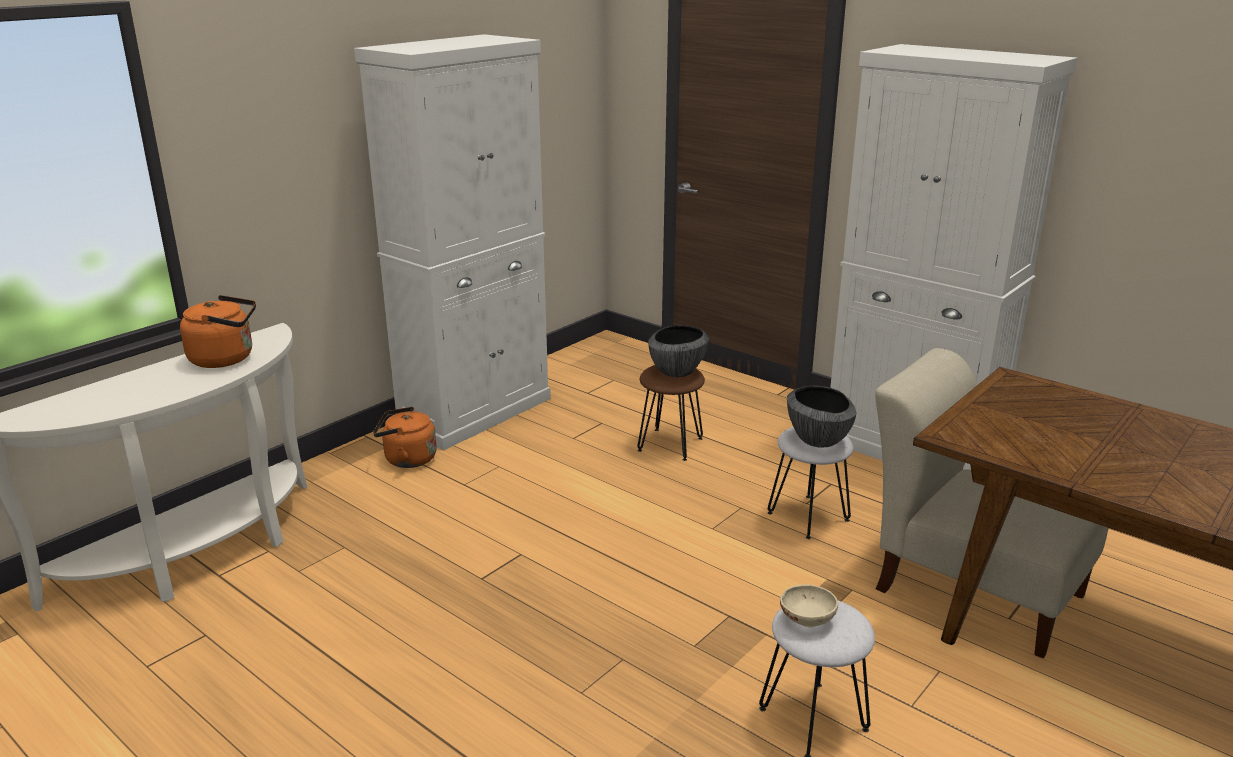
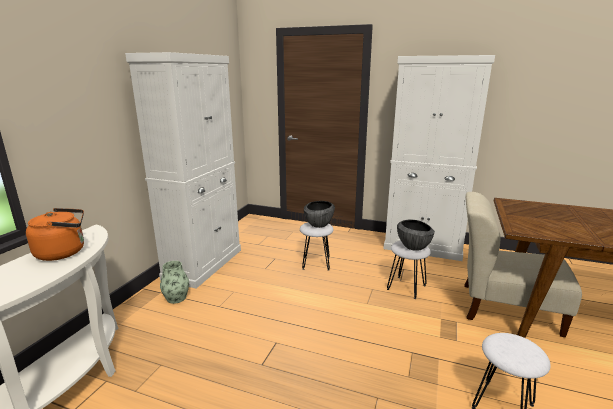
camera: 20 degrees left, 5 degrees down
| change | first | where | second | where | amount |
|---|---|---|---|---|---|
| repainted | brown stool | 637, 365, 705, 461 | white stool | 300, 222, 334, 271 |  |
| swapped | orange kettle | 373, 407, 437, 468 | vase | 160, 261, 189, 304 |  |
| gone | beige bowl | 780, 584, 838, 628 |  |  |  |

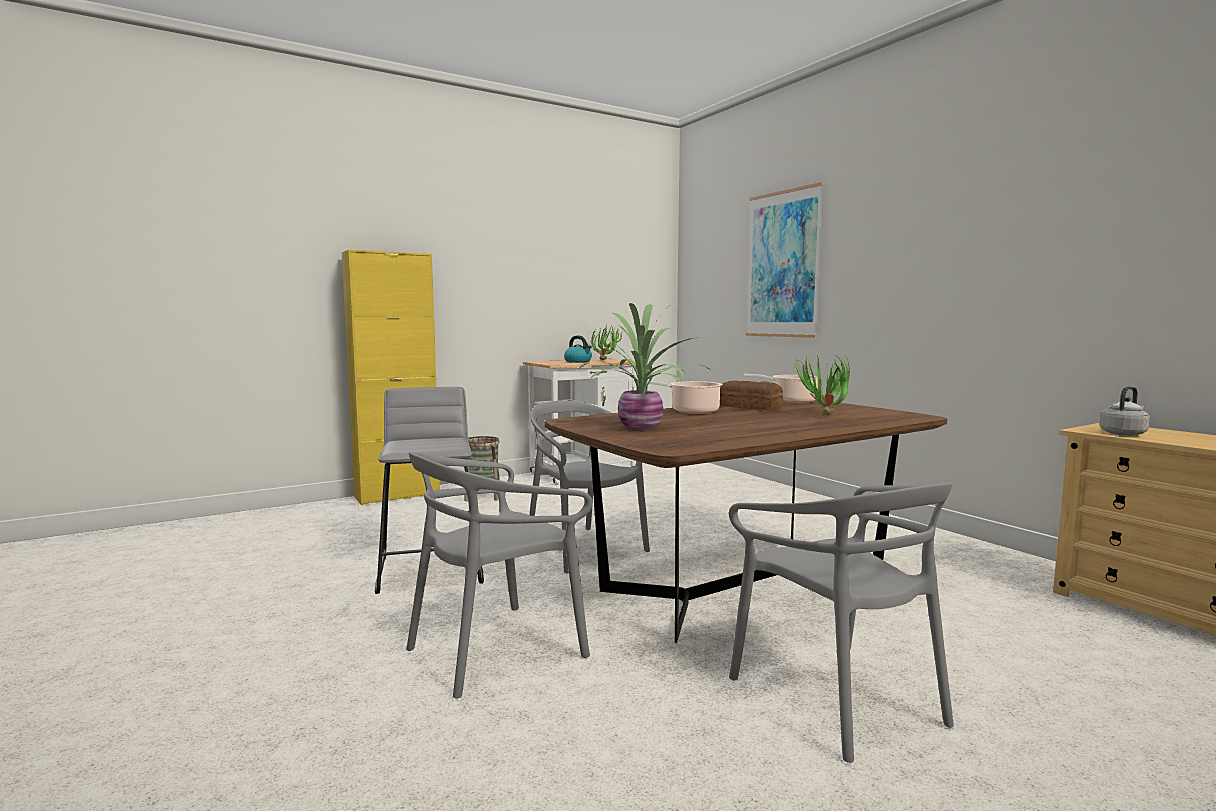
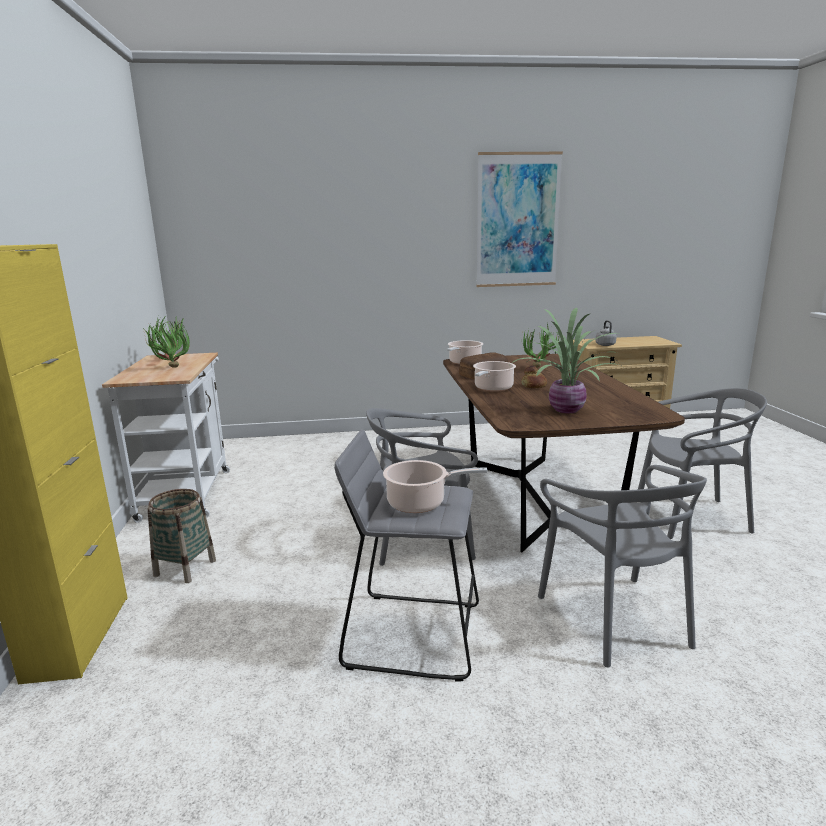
camera: 65 degrees left, 10 degrees up
| change | first | where | second | where | amount |
|---|---|---|---|---|---|
| shifted | picture | 746, 182, 824, 338 |  | 476, 152, 563, 287 |  |
| swapped | kettle | 564, 335, 592, 363 | potted plant | 144, 323, 190, 368 |  |
| new |  |  | bread | 521, 365, 547, 388 |  |
| new |  |  | cooking pot | 383, 460, 487, 513 |  |

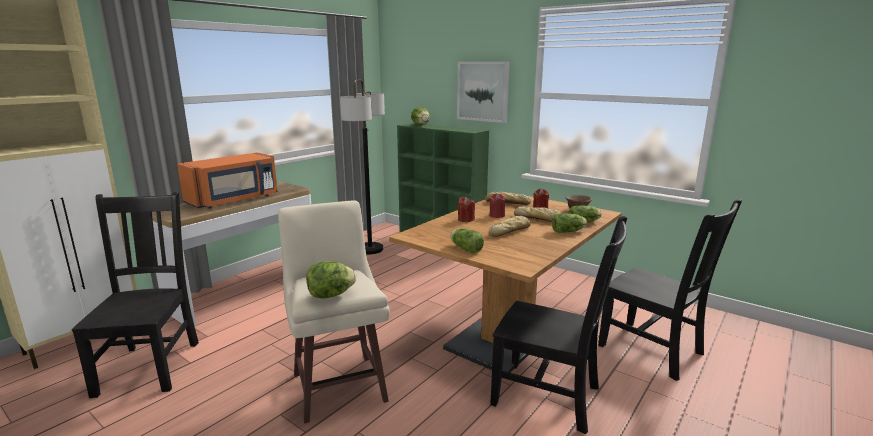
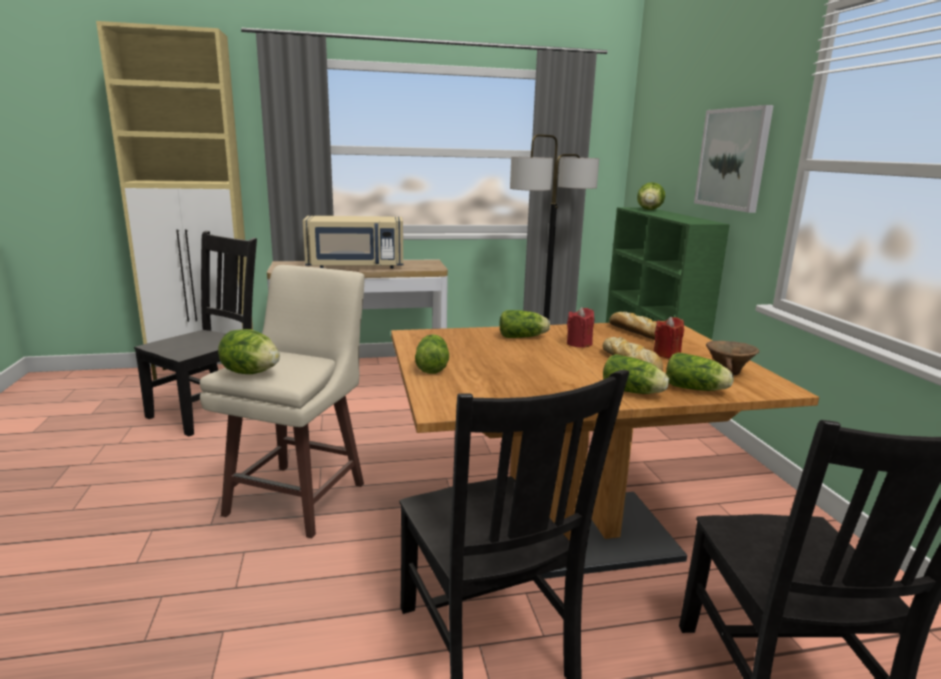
camera: 40 degrees right, 0 degrees up
| change | first | where | second | where | amount |
|---|---|---|---|---|---|
| repainted | orange microwave | 177, 152, 278, 208 | beige microwave | 303, 216, 403, 268 |  |
| swapped | red candle | 457, 197, 475, 222 | lettuce | 499, 310, 550, 338 |  |
| gone | bread | 489, 216, 531, 237 |  |  |  |

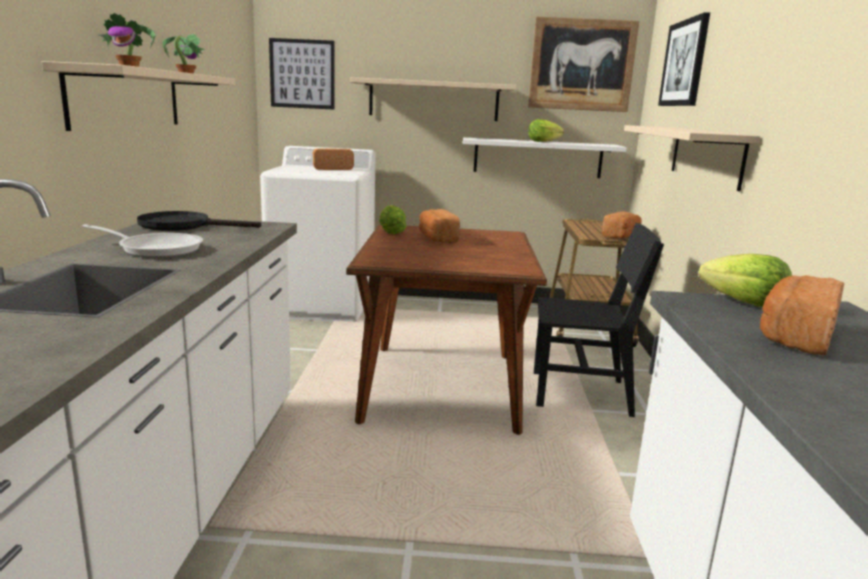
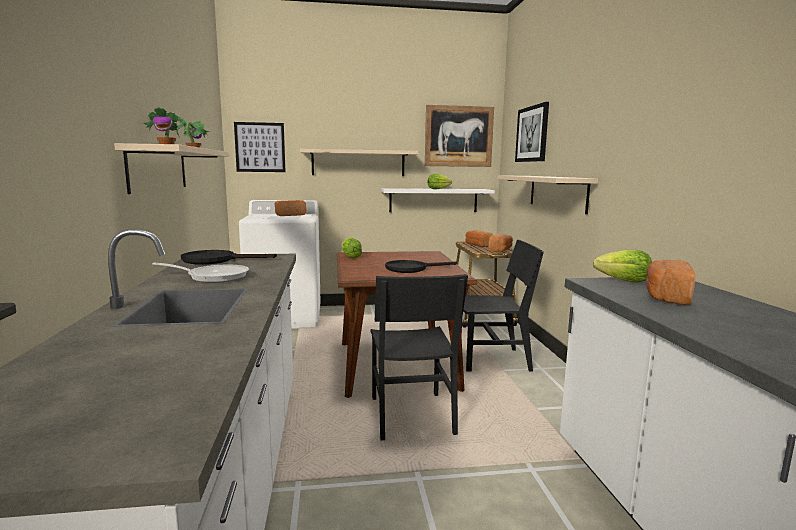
camera: 10 degrees left, 5 degrees down
| change | first | where | second | where | amount |
|---|---|---|---|---|---|
| shifted | bread | 419, 209, 460, 243 |  | 465, 230, 493, 247 |  |
| new |  |  | black frying pan | 385, 260, 457, 273 |  |
| new |  |  | black chair | 370, 274, 468, 441 |  |

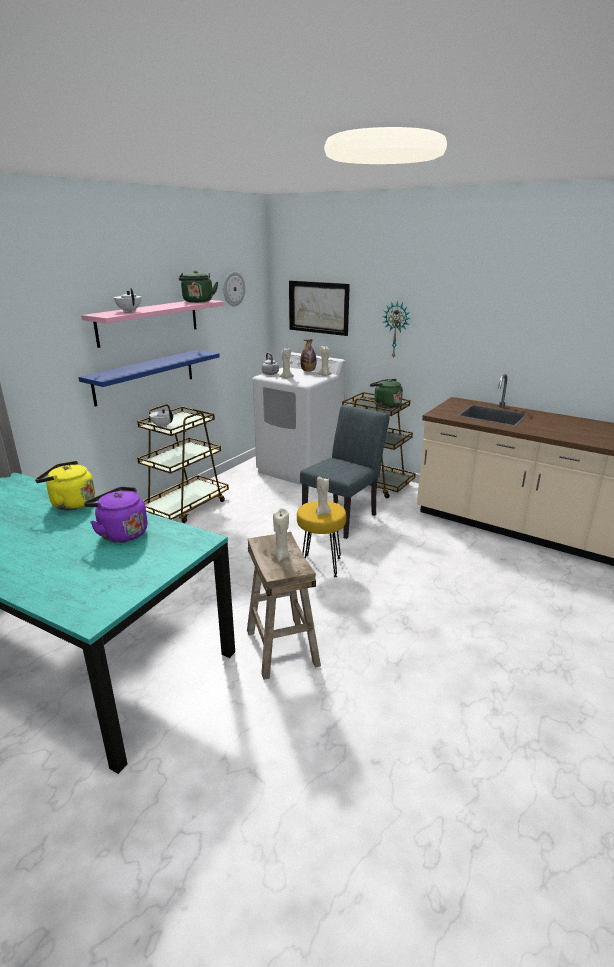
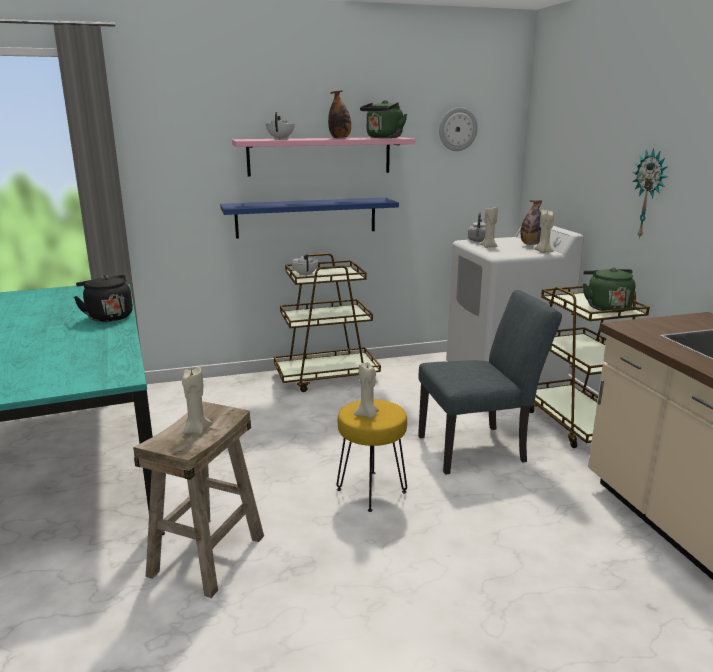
camera: 40 degrees right, 5 degrees down
| change | first | where | second | where | amount |
|---|---|---|---|---|---|
| gone | picture | 289, 280, 350, 336 |  |  |  |
| repainted | yellow kettle | 35, 461, 95, 510 | black kettle | 74, 275, 133, 322 |  |
| gone | purple kettle | 84, 487, 148, 543 |  |  |  |
| new |  |  | bottle | 328, 90, 351, 139 |  |

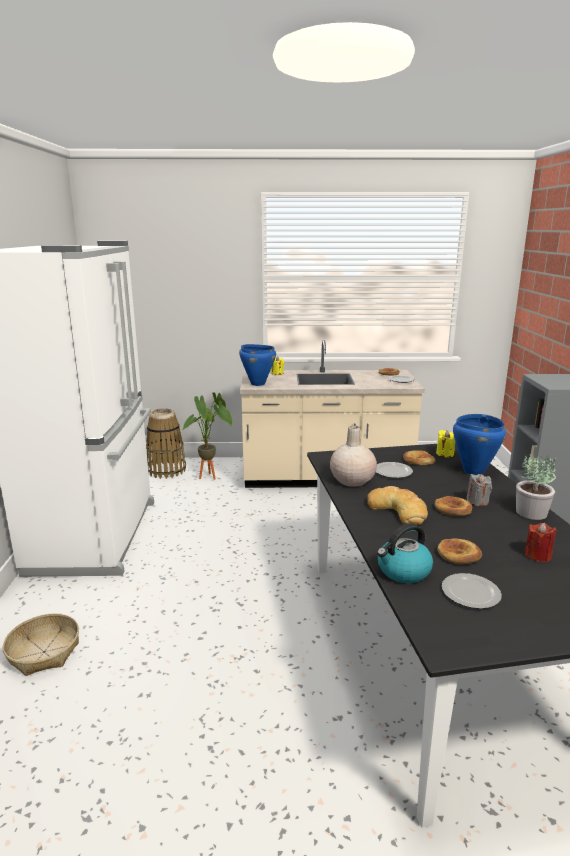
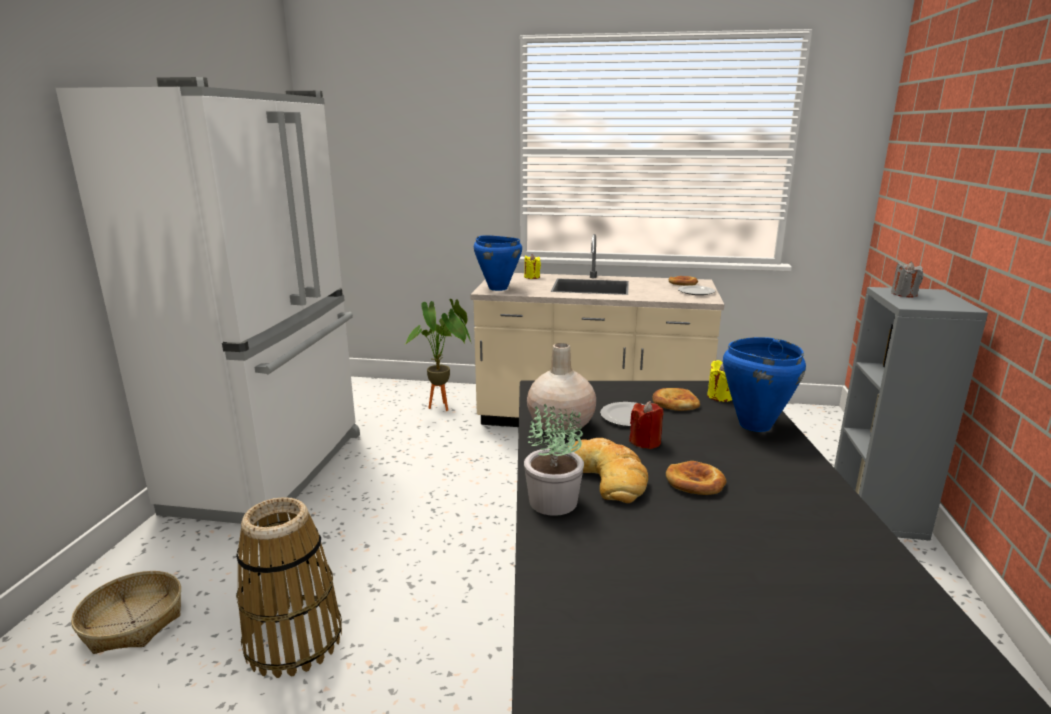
camera: 10 degrees right, 0 degrees up
| change | first | where | second | where | amount |
|---|---|---|---|---|---|
| shifted | basket | 146, 408, 186, 479 |  | 236, 497, 342, 678 |  |
| shifted | potted plant | 516, 454, 556, 520 |  | 524, 404, 584, 516 |  |
| shifted | grey candle | 467, 474, 492, 506 |  | 891, 261, 923, 298 |  |
| gone | kettle | 377, 523, 433, 583 |  |  |  |
| shifted | red candle | 525, 523, 557, 562 |  | 629, 401, 664, 449 |  |
| gone | bread | 437, 539, 482, 564 |  |  |  |
| gone | plate | 442, 573, 502, 609 |  |  |  |

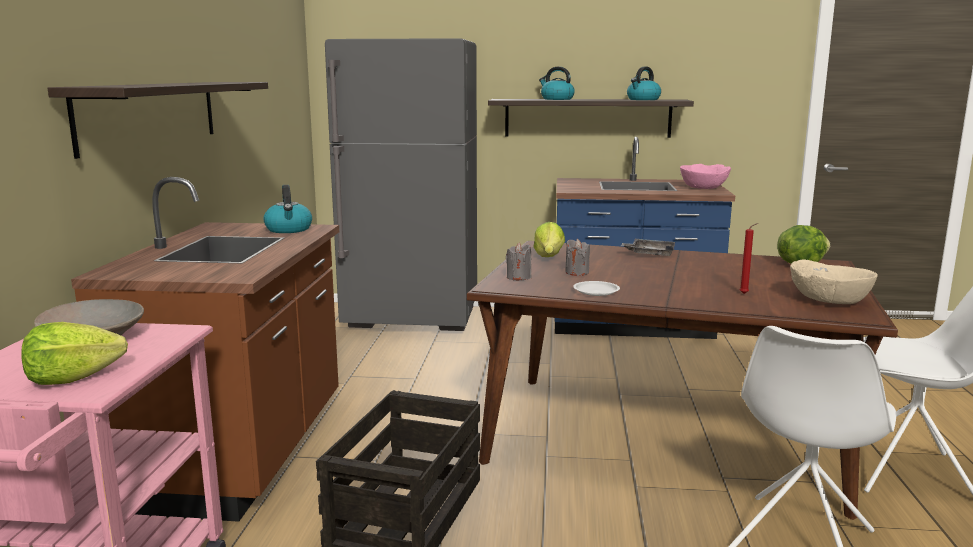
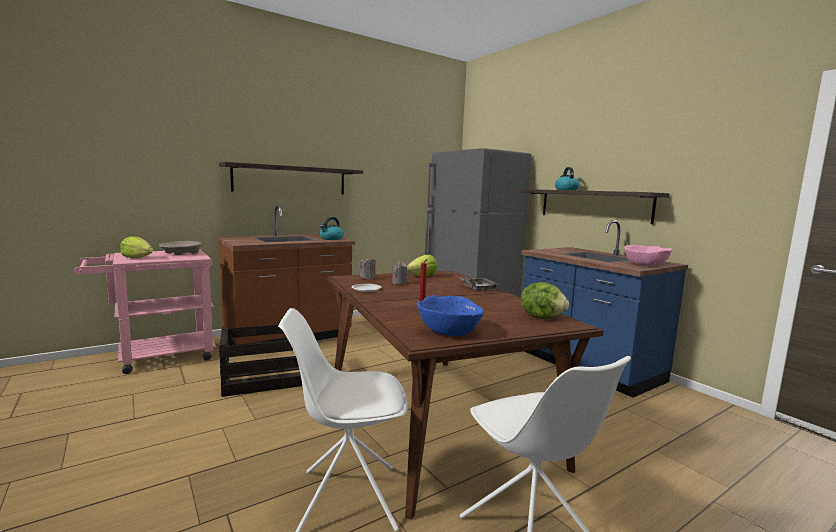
camera: 50 degrees right, 5 degrees down
| change | first | where | second | where | amount |
|---|---|---|---|---|---|
| gone | kettle | 627, 67, 661, 100 |  |  |  |
| repainted | beige bowl | 790, 260, 878, 304 | blue bowl | 417, 295, 484, 336 |  |

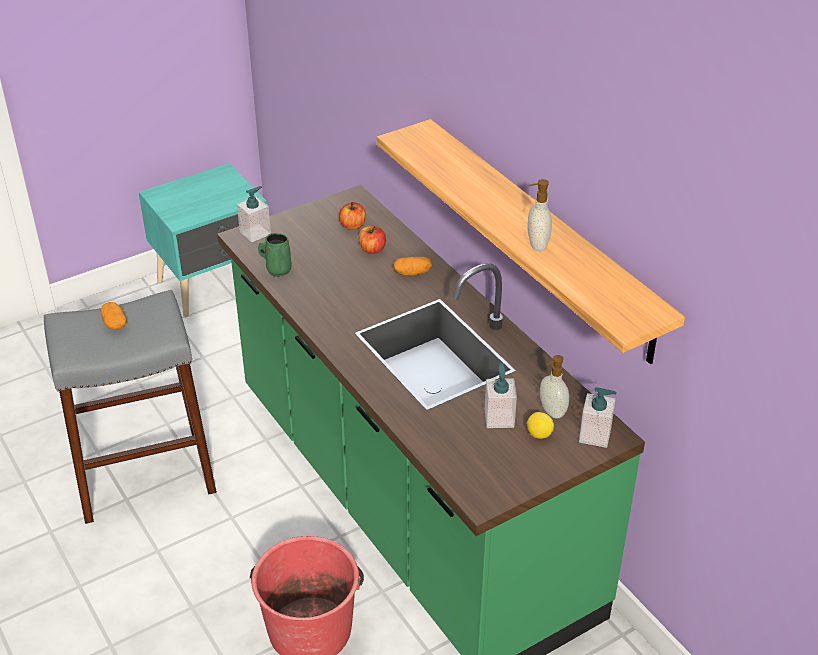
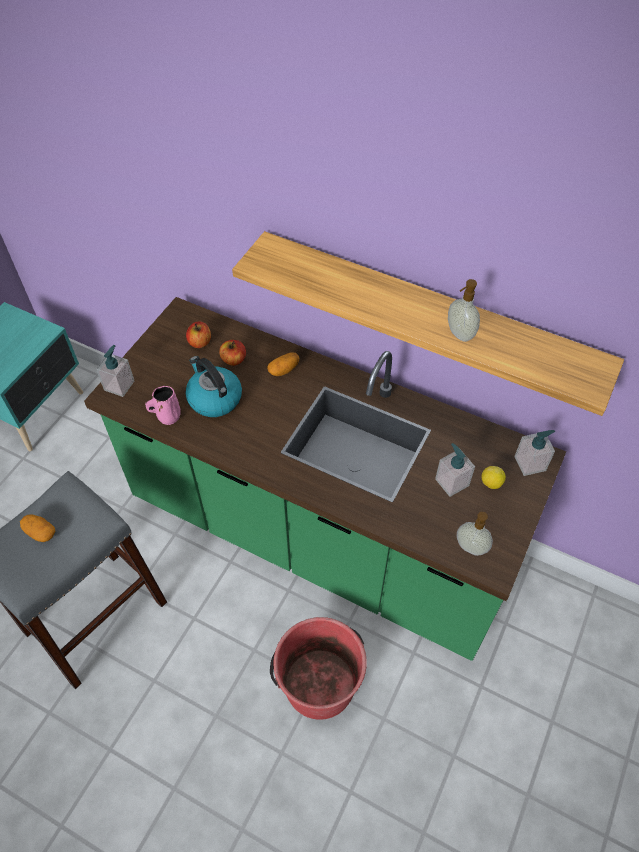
camera: 30 degrees left, 15 degrees up
| change | first | where | second | where | amount |
|---|---|---|---|---|---|
| repainted | green mug | 258, 233, 292, 277 | pink mug | 145, 386, 181, 425 |  |
| shifted | soap dispenser | 540, 355, 569, 419 |  | 457, 512, 493, 556 |  |
| new |  |  | kettle | 186, 356, 242, 417 |  |

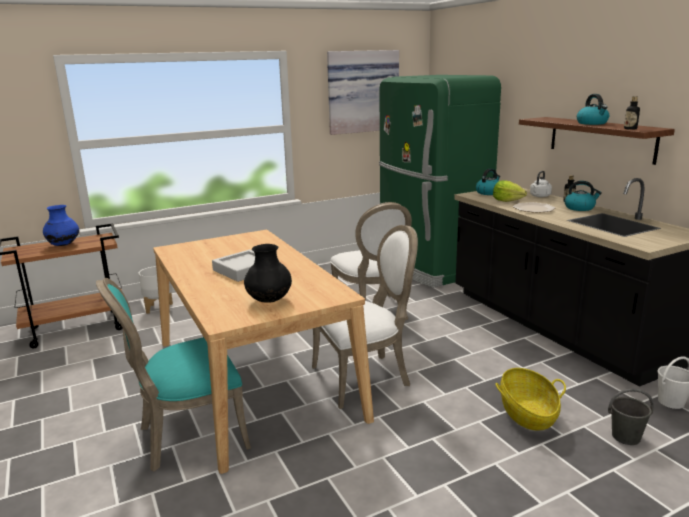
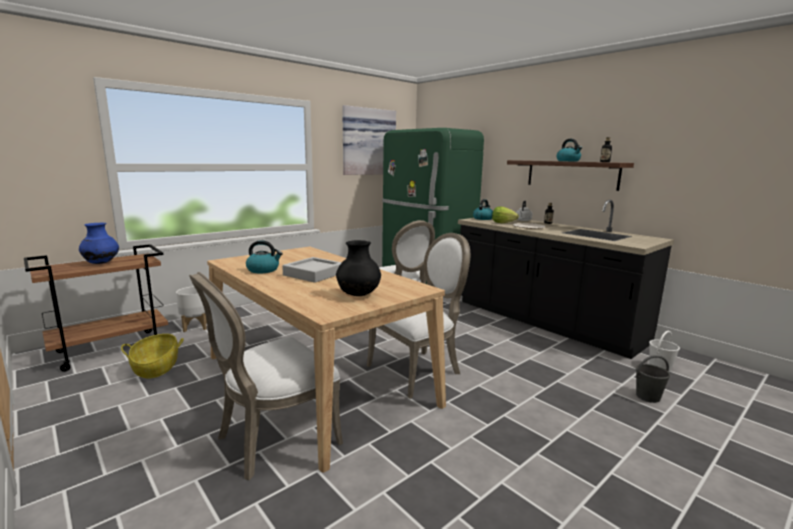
camera: 15 degrees left, 5 degrees down
| change | first | where | second | where | amount |
|---|---|---|---|---|---|
| shifted | kettle | 565, 181, 602, 211 |  | 246, 240, 283, 273 |  |
| repainted | turquoise chair | 96, 278, 251, 471 | white chair | 189, 272, 343, 480 |  |
| shifted | basket | 496, 368, 566, 430 |  | 121, 334, 184, 378 |  |

